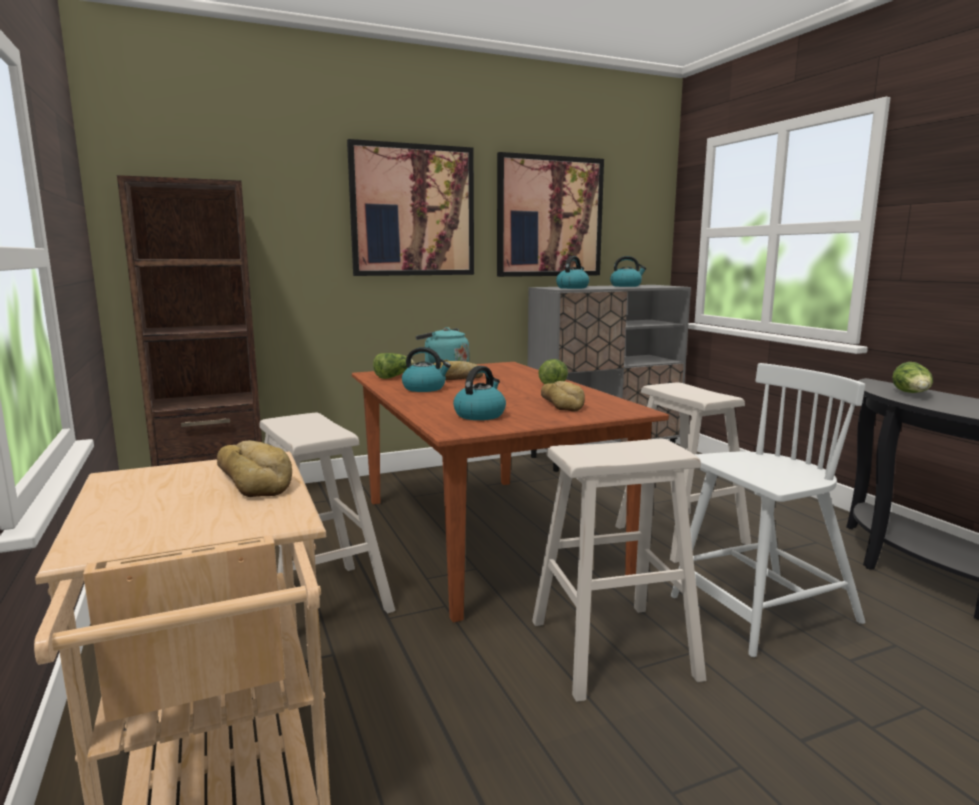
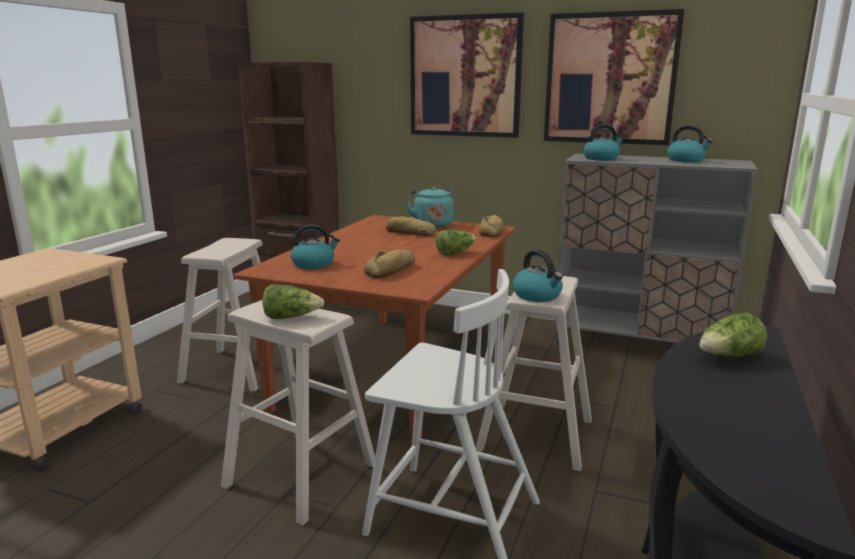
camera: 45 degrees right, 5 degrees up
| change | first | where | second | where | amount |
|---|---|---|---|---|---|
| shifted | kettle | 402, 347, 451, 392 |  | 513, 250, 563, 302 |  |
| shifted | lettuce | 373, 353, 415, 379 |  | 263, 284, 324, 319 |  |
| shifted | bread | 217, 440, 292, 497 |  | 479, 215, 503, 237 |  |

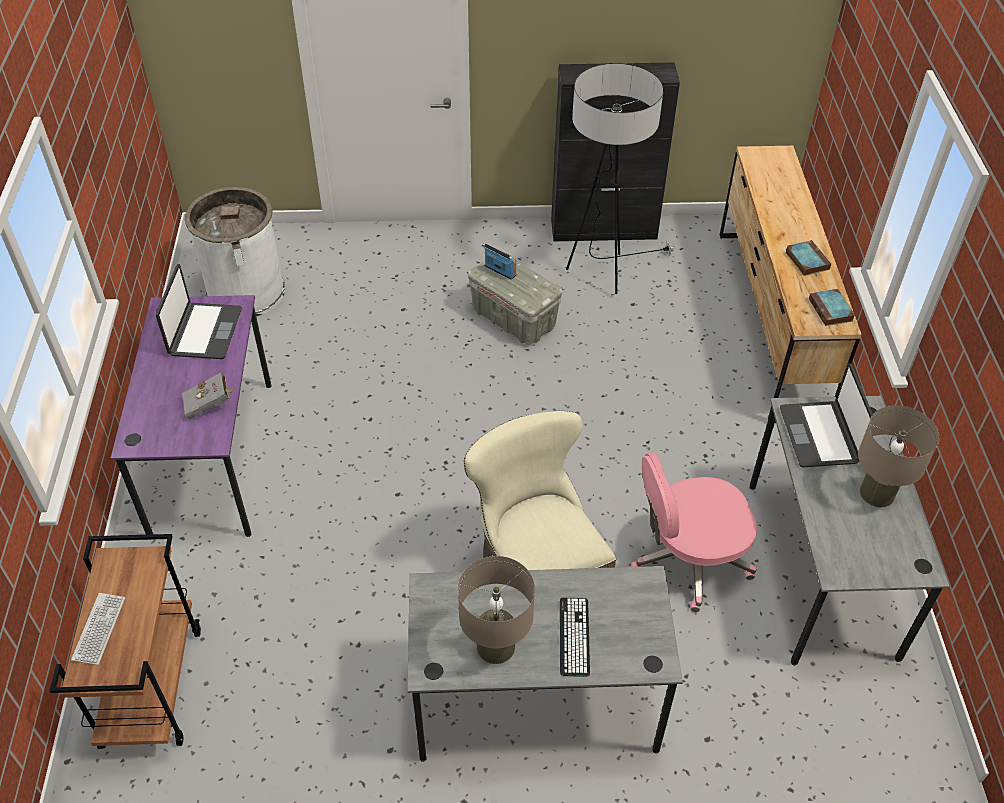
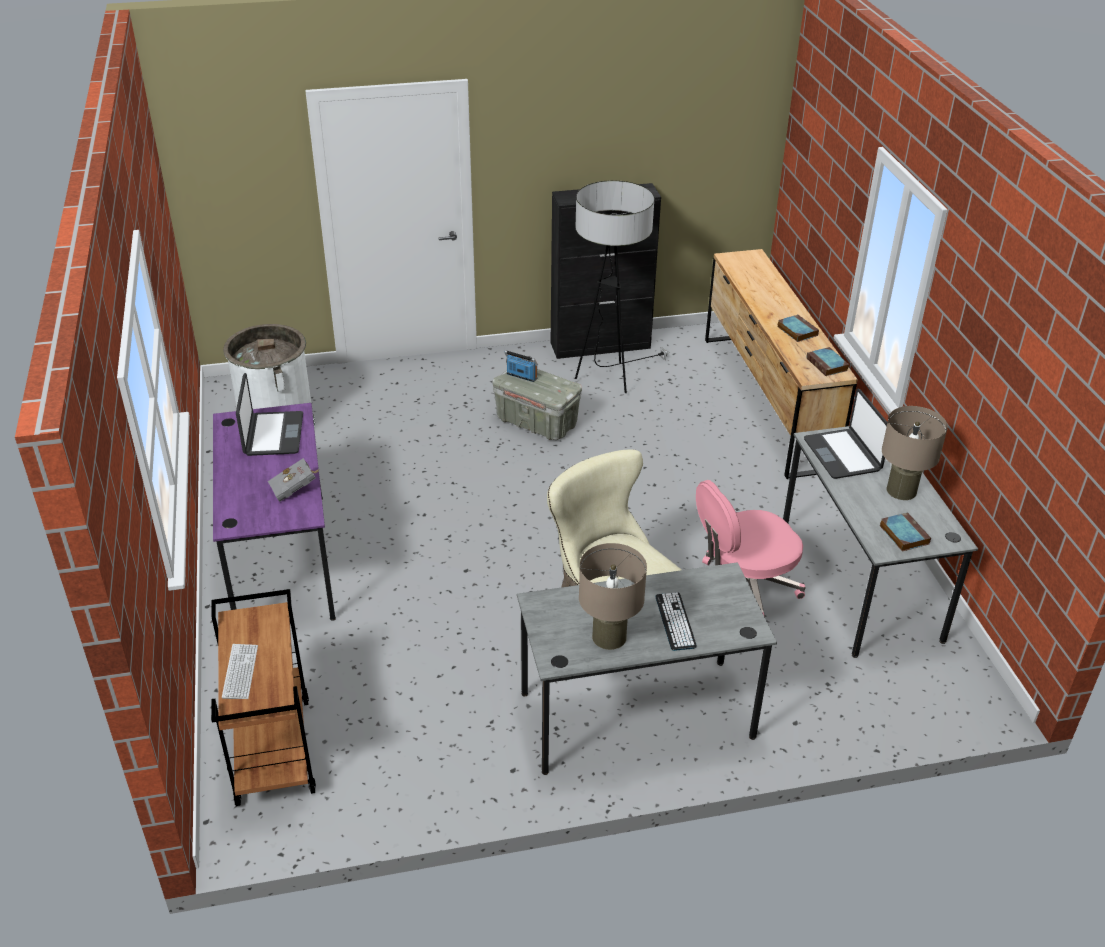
camera: 10 degrees left, 10 degrees down
| change | first | where | second | where | amount |
|---|---|---|---|---|---|
| new |  |  | book | 880, 512, 931, 552 |  |

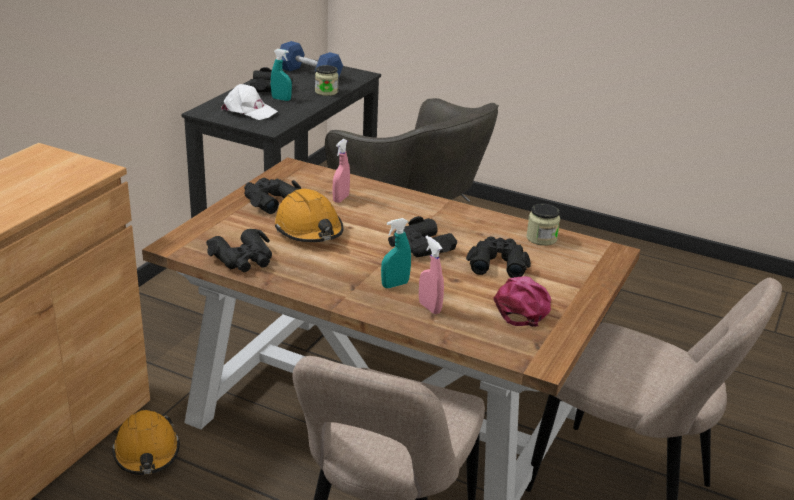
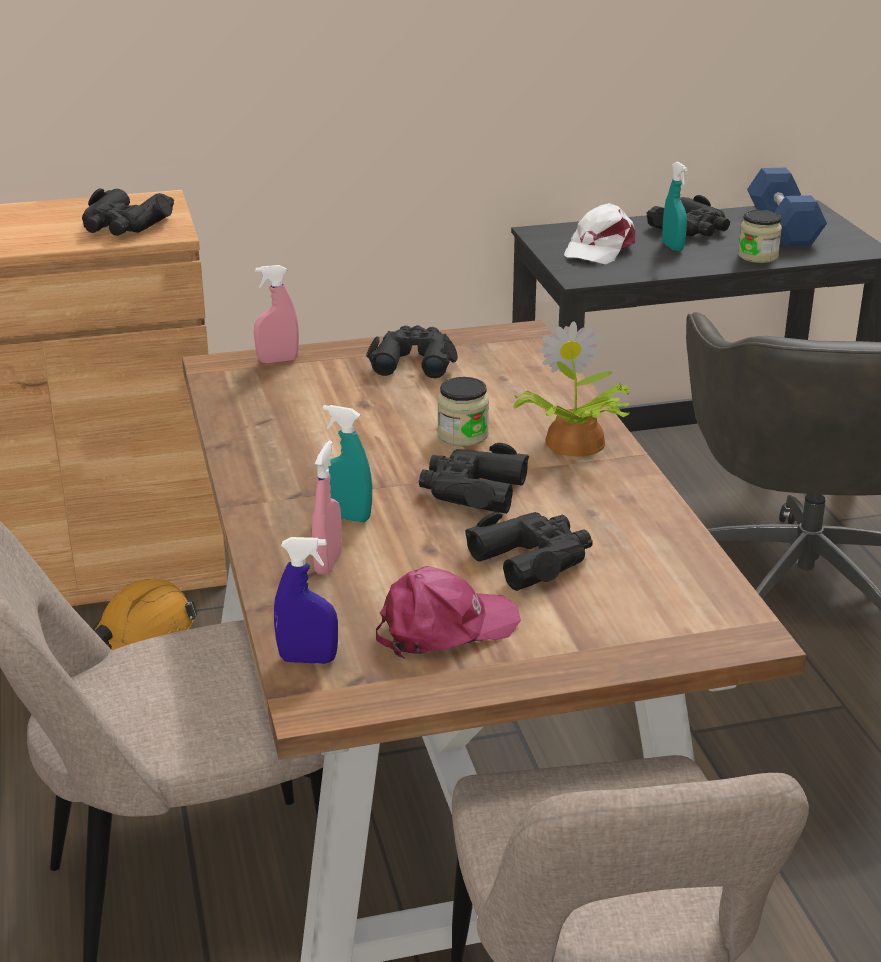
camera: 50 degrees right, 0 degrees up
| change | first | where | second | where | amount |
|---|---|---|---|---|---|
| rotated | white cap | 221, 84, 278, 120 |  | 564, 203, 635, 264 | 45 degrees clockwise |
| shifted | pink spray bottle | 333, 139, 350, 203 |  | 254, 265, 299, 363 |  |
| gone | orange hard hat | 275, 189, 343, 242 |  |  |  |
| shifted | jar | 526, 203, 560, 246 |  | 437, 377, 489, 446 |  |
| shifted | black binoculars | 206, 229, 272, 272 |  | 82, 188, 174, 236 |  |
| new |  |  | potted plant | 513, 321, 631, 457 |  |
| new |  |  | blue spray bottle | 274, 537, 338, 664 |  |

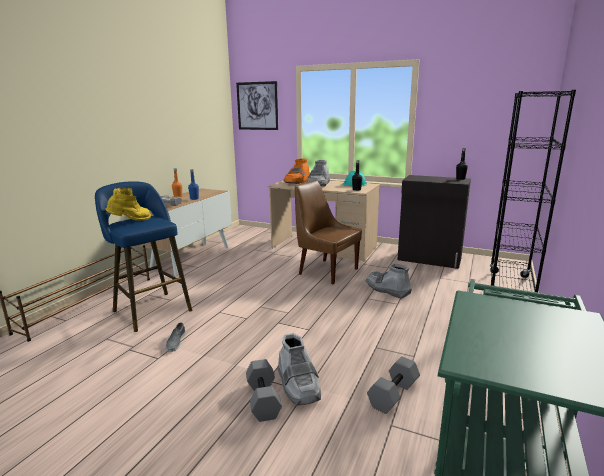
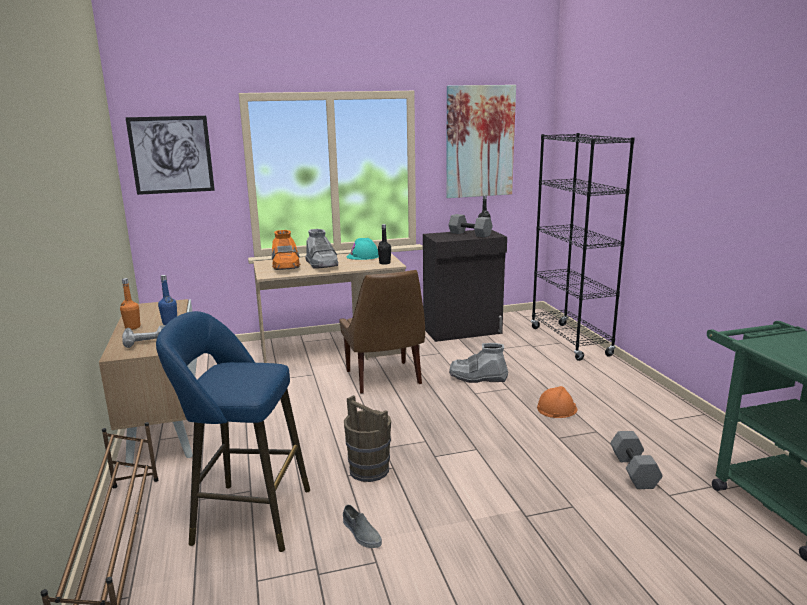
camera: 40 degrees left, 0 degrees up
| change | first | where | second | where | amount |
|---|---|---|---|---|---|
| rotated | brown chair | 295, 180, 362, 284 |  | 339, 270, 425, 394 | 105 degrees counterclockwise |
| gone | yellow boot | 105, 188, 151, 221 |  |  |  |
| gone | grey boot | 277, 333, 321, 406 |  |  |  |
| shifted | grey dumbbell | 246, 359, 282, 422 |  | 449, 214, 493, 237 |  |
| new |  |  | picture | 446, 85, 516, 198 |  |
| new |  |  | orange hard hat | 537, 386, 577, 418 |  |
| new |  |  | brown bucket | 344, 395, 391, 482 |  |

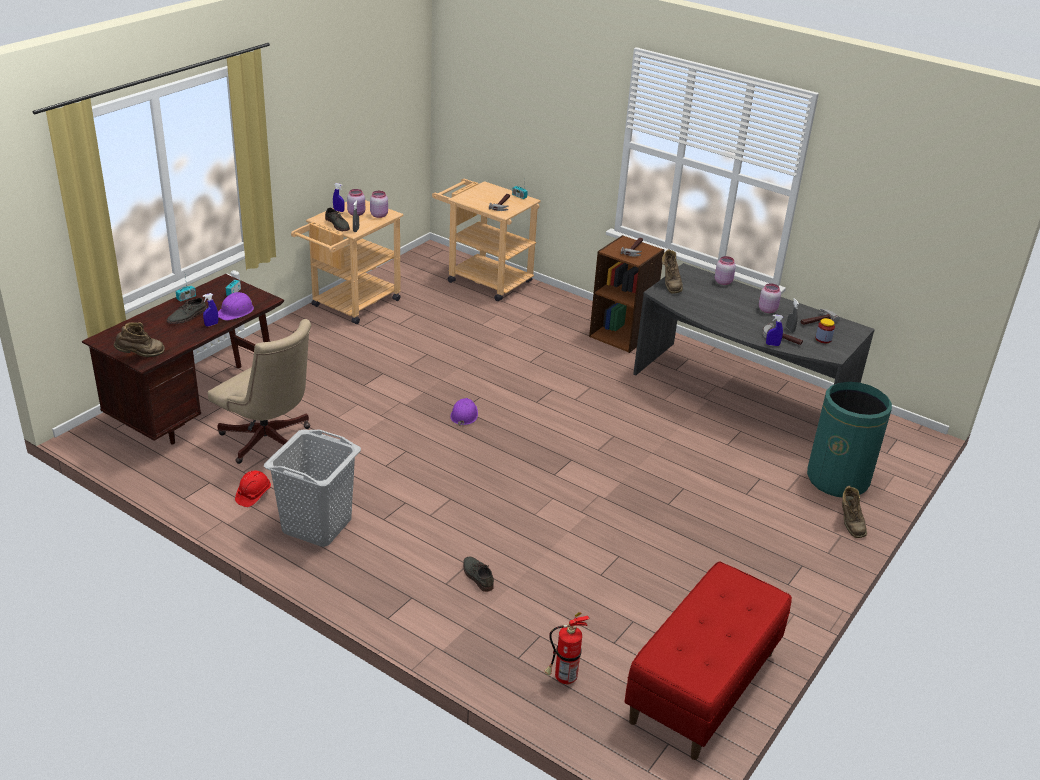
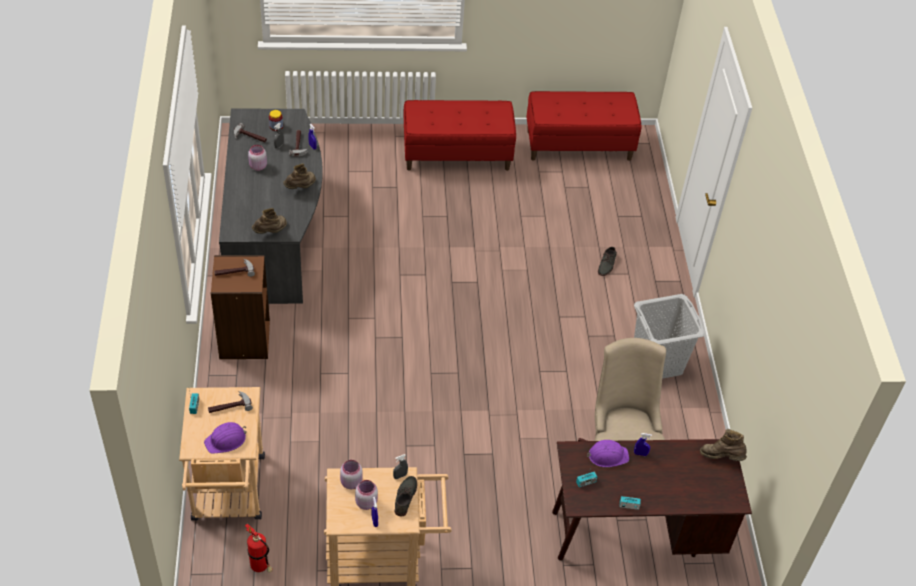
camera: 130 degrees left, 15 degrees up
| change | first | where | second | where | amount |
|---|---|---|---|---|---|
| gone | pink jar | 715, 256, 736, 285 |  |  |  |
| gone | grey shoe | 166, 298, 207, 324 |  |  |  |
| gone | green trash can | 807, 382, 892, 497 |  |  |  |
| shifted | purple hard hat | 450, 398, 478, 426 |  | 204, 422, 247, 454 |  |
| gone | red hard hat | 235, 470, 271, 507 |  |  |  |
| shifted | brown boot | 842, 486, 867, 538 |  | 283, 164, 316, 189 |  |
| shifted | fire extinguisher | 544, 612, 589, 685 |  | 245, 524, 273, 573 |  |
| new |  |  | red bench | 403, 100, 516, 171 |  |

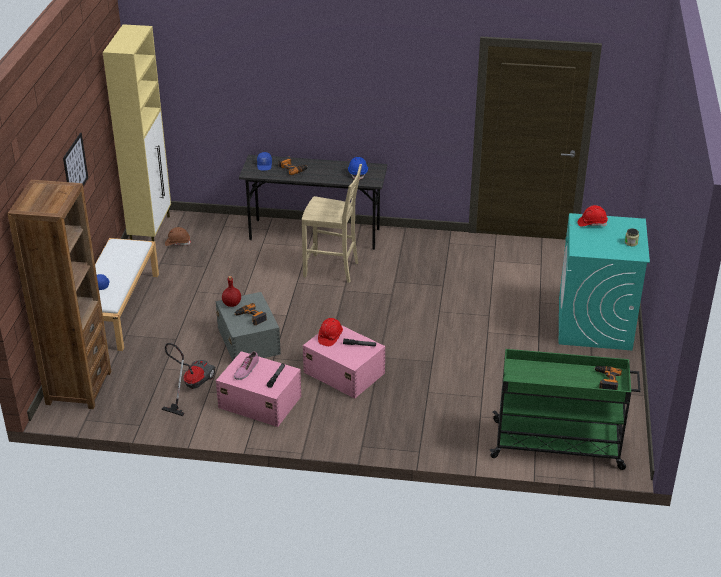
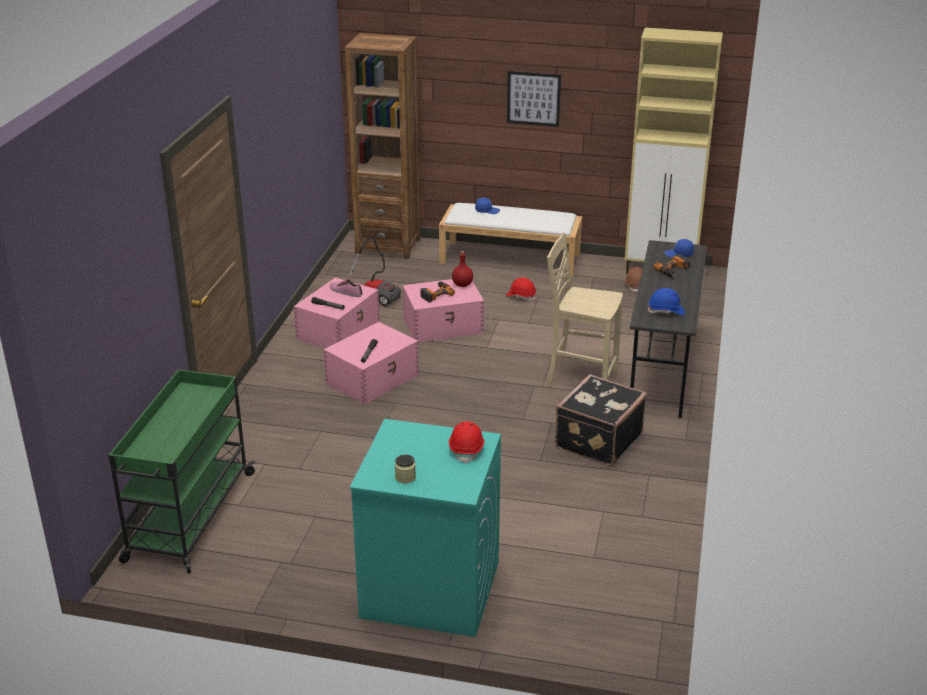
camera: 95 degrees right, 5 degrees down
| change | first | where | second | where | amount |
|---|---|---|---|---|---|
| rotated | beige chair | 302, 164, 362, 283 |  | 547, 232, 623, 387 | 90 degrees clockwise |
| repainted | grey storage box | 216, 292, 281, 361 | pink storage box | 403, 279, 484, 342 |  |
| shifted | red hard hat | 318, 318, 343, 346 |  | 506, 277, 536, 301 |  |
| gone | power drill | 594, 366, 622, 390 |  |  |  |
| new |  |  | black suitcase | 555, 374, 647, 466 |  |

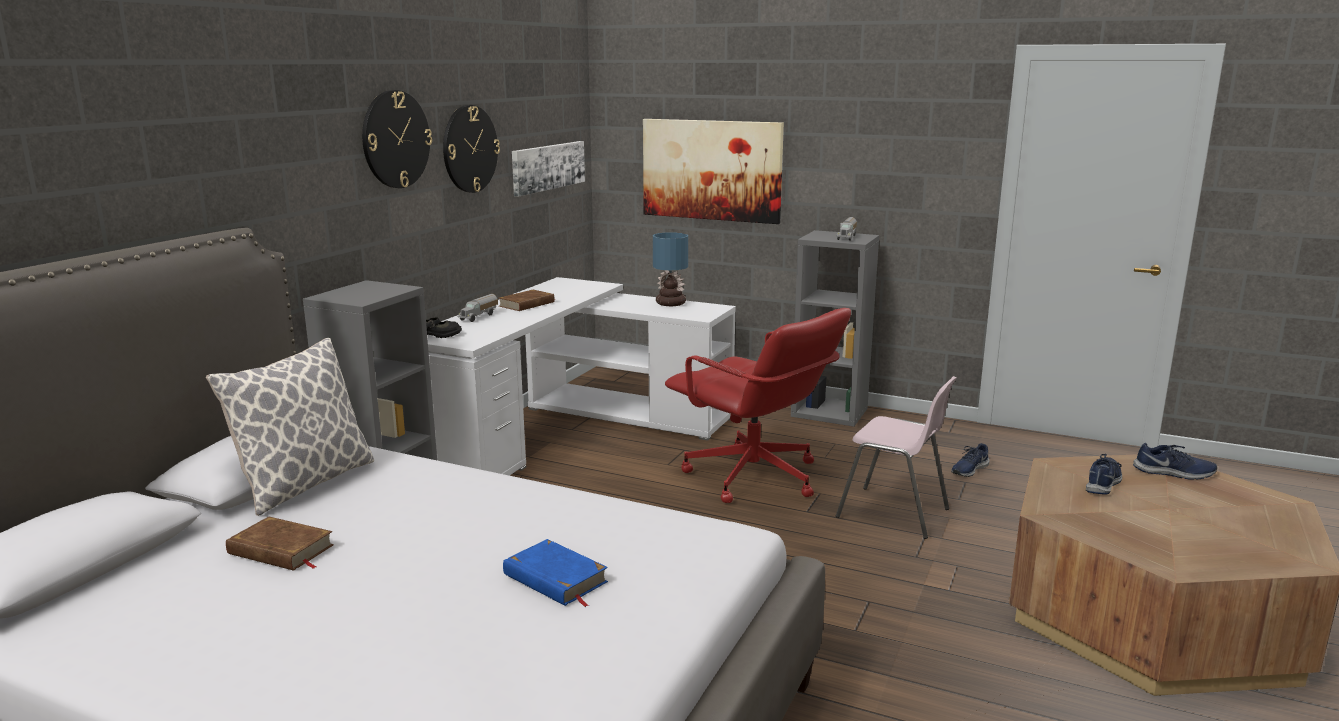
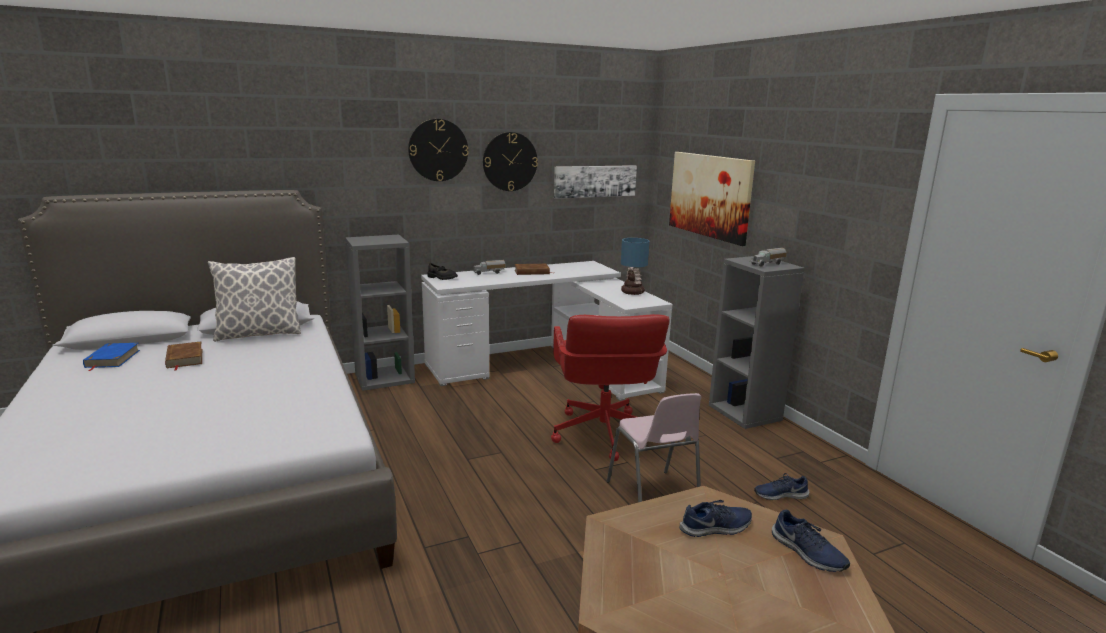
camera: 40 degrees right, 0 degrees up
| change | first | where | second | where | amount |
|---|---|---|---|---|---|
| shifted | blue book | 503, 539, 608, 607 |  | 83, 343, 140, 371 |  |

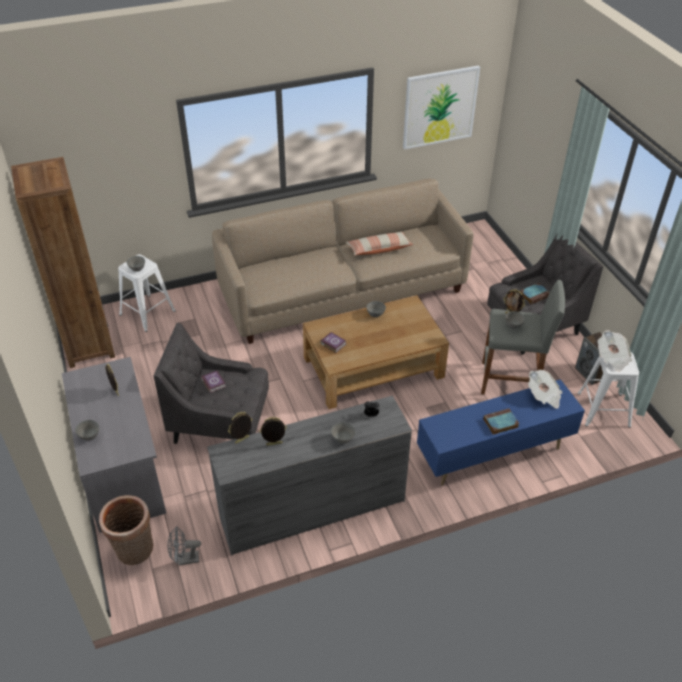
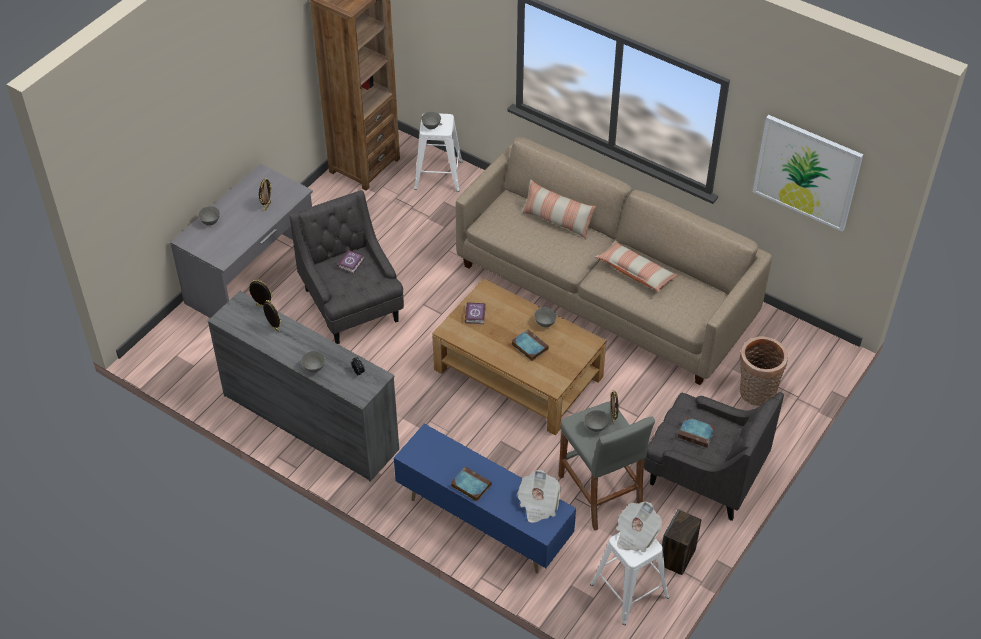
camera: 55 degrees right, 5 degrees up
| change | first | where | second | where | amount |
|---|---|---|---|---|---|
| shifted | basket | 99, 495, 153, 565 |  | 740, 336, 788, 406 |  |
| gone | grey fan | 168, 526, 201, 565 |  |  |  |
| new |  |  | pillow | 521, 179, 596, 239 |  |
| new |  |  | book | 512, 329, 549, 361 |  |

